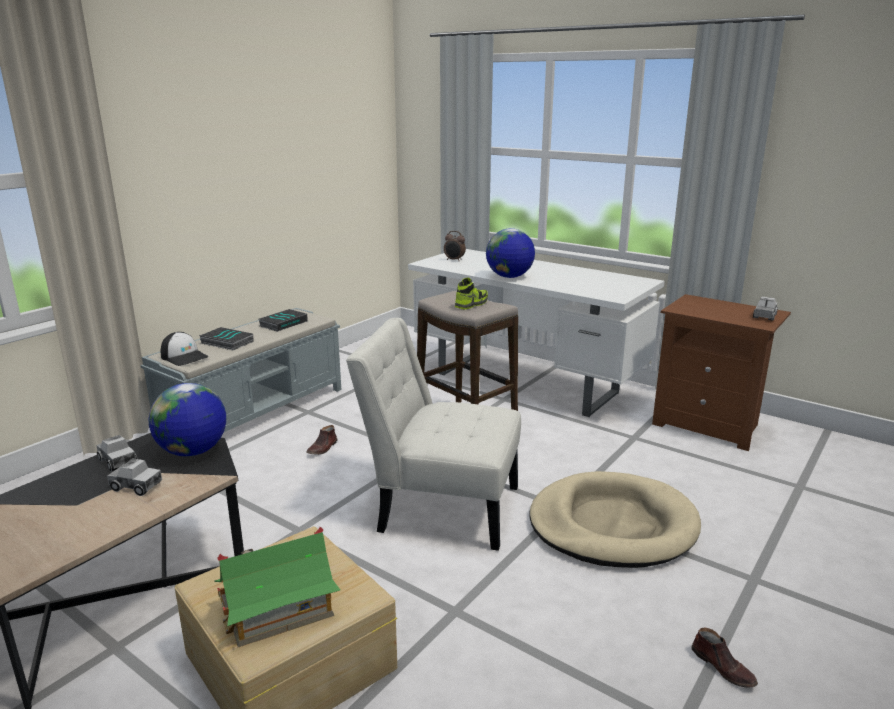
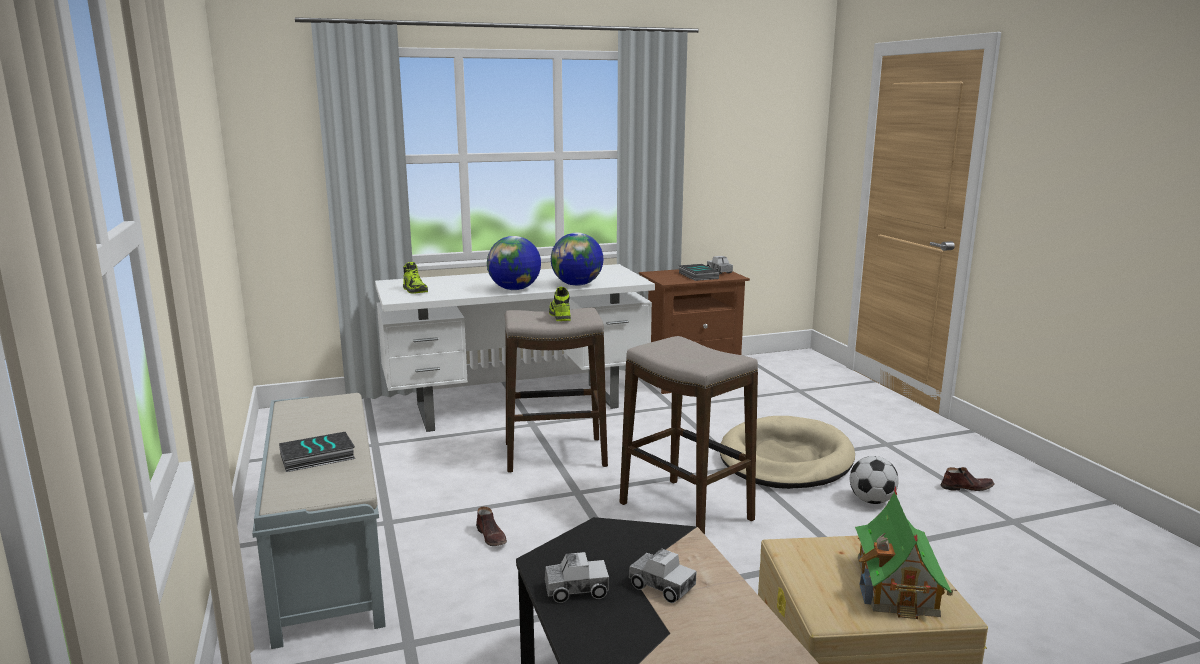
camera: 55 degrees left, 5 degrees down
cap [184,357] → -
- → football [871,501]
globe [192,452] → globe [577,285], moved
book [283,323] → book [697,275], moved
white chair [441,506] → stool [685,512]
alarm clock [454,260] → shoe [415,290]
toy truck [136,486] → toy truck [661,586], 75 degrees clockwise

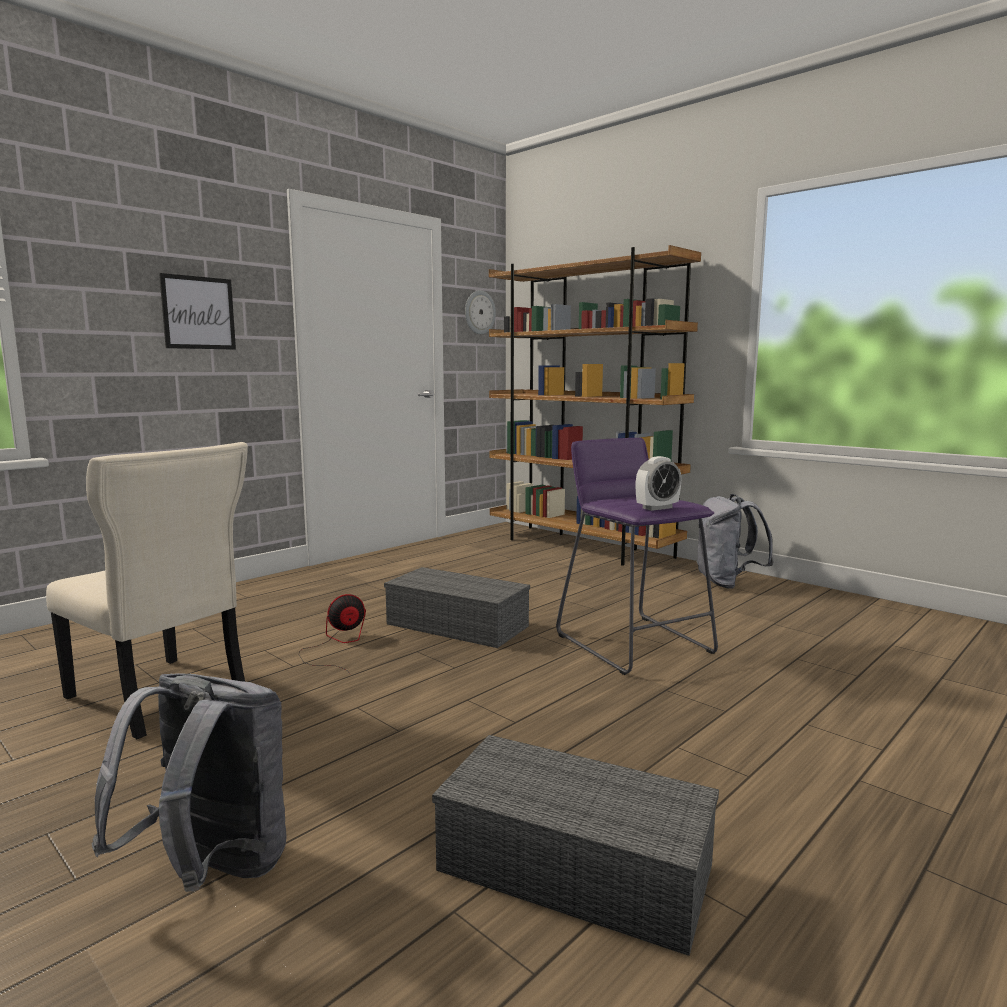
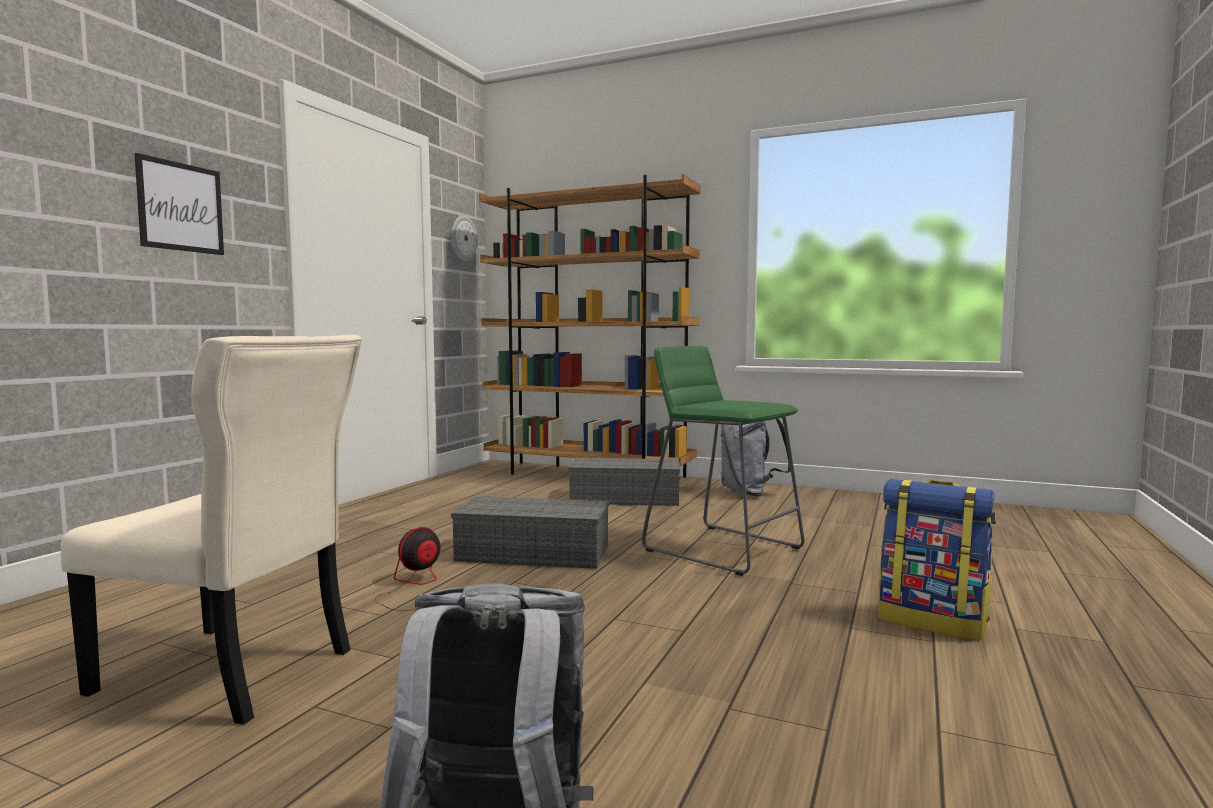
camera: 20 degrees left, 5 degrees down
alarm clock [657,508] → -
- → backpack [933,621]
grey storage box [579,867] → grey storage box [627,498], moved
purple stool [634,643] → green stool [722,549]

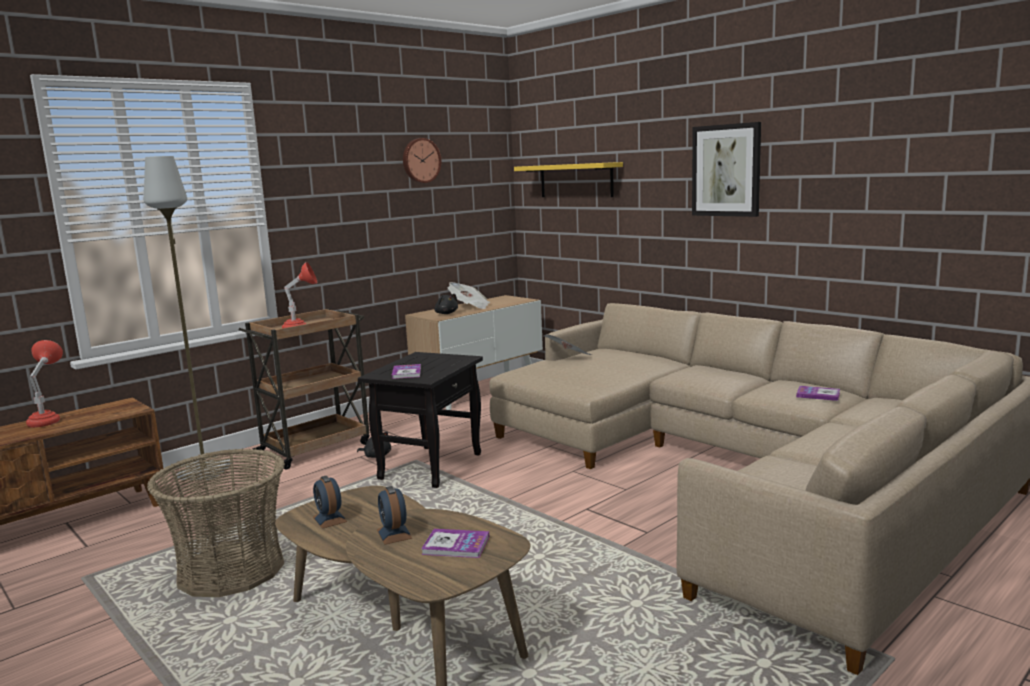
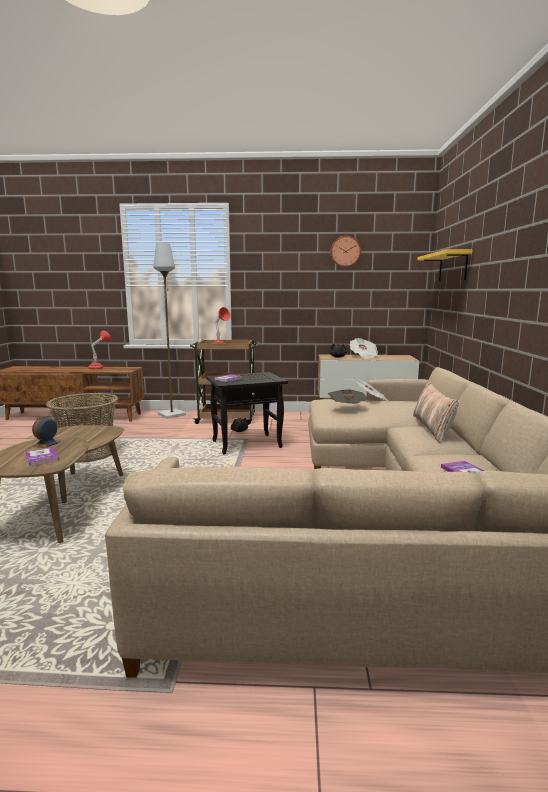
camera: 45 degrees right, 0 degrees up
alarm clock [329,519] → -
picture [726,170] → -
- → newspaper [348,408]
- → pillow [432,428]

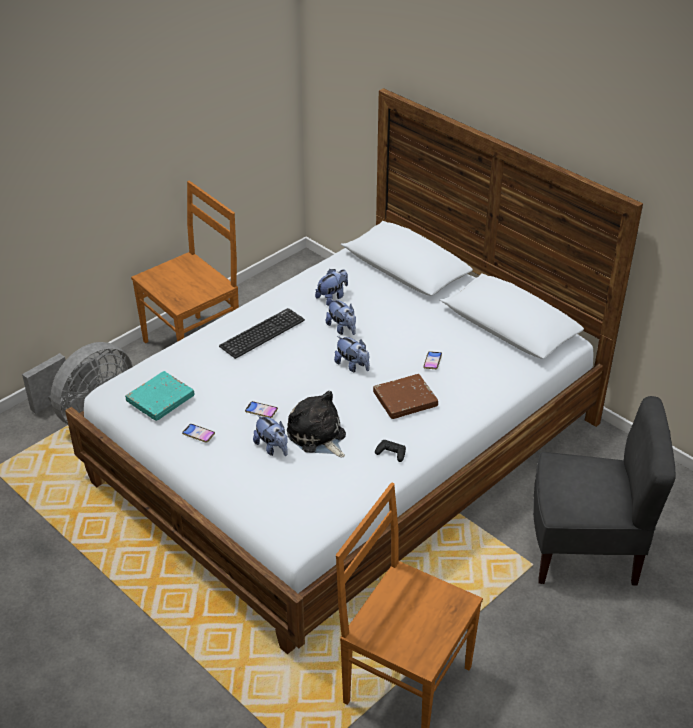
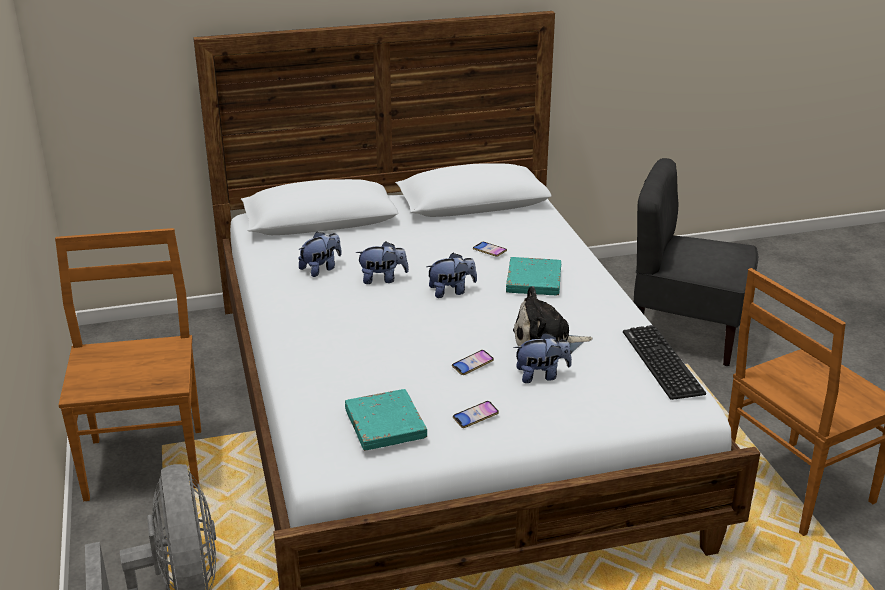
camera: 60 degrees left, 10 degrees down
black game controller [391,453] → -
keyboard [262,333] → keyboard [662,362], moved
brown book [405,400] → turquoise book [534,281]
plush toy [332,297] → plush toy [321,269], 60 degrees clockwise
grey chair [585,550] → grey chair [686,333], 105 degrees counterclockwise

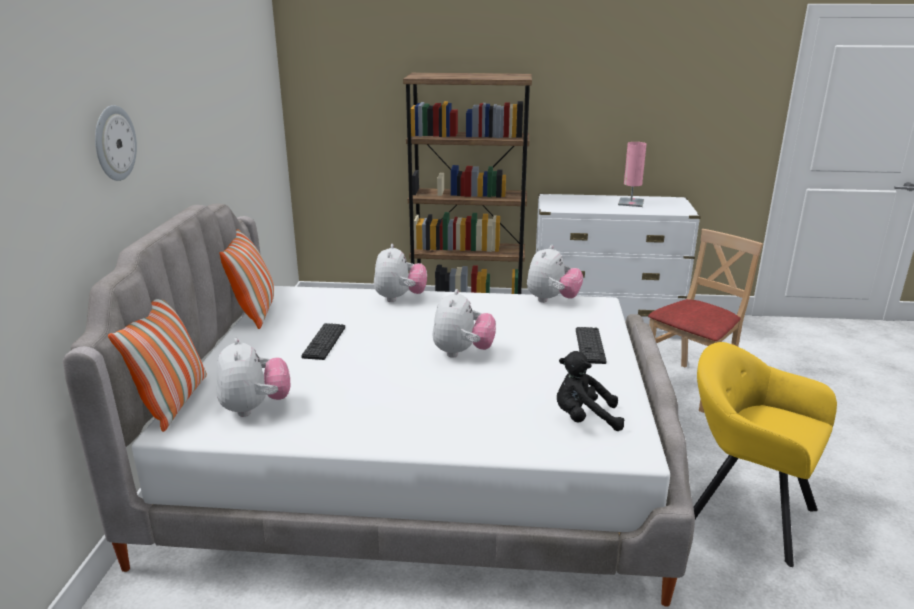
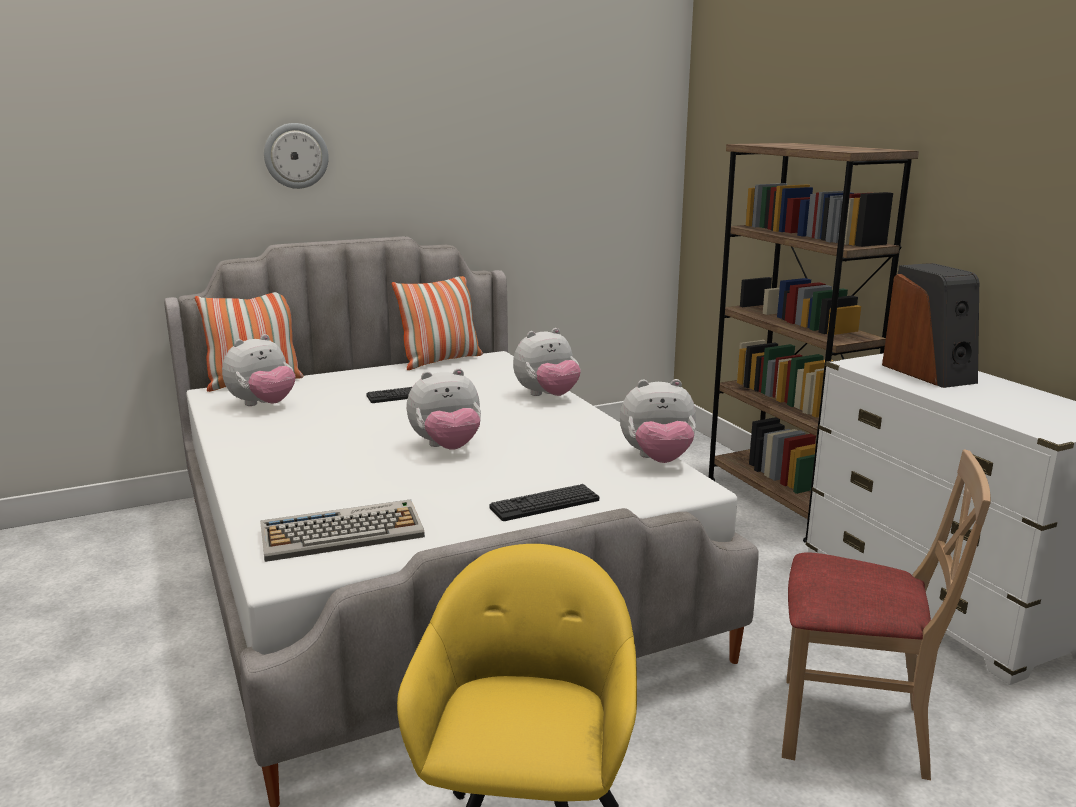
camera: 60 degrees right, 5 degrees down
pink table lamp [631,203] → -
- → speaker [929,373]
black plush toy [584,419] → keyboard [343,533]

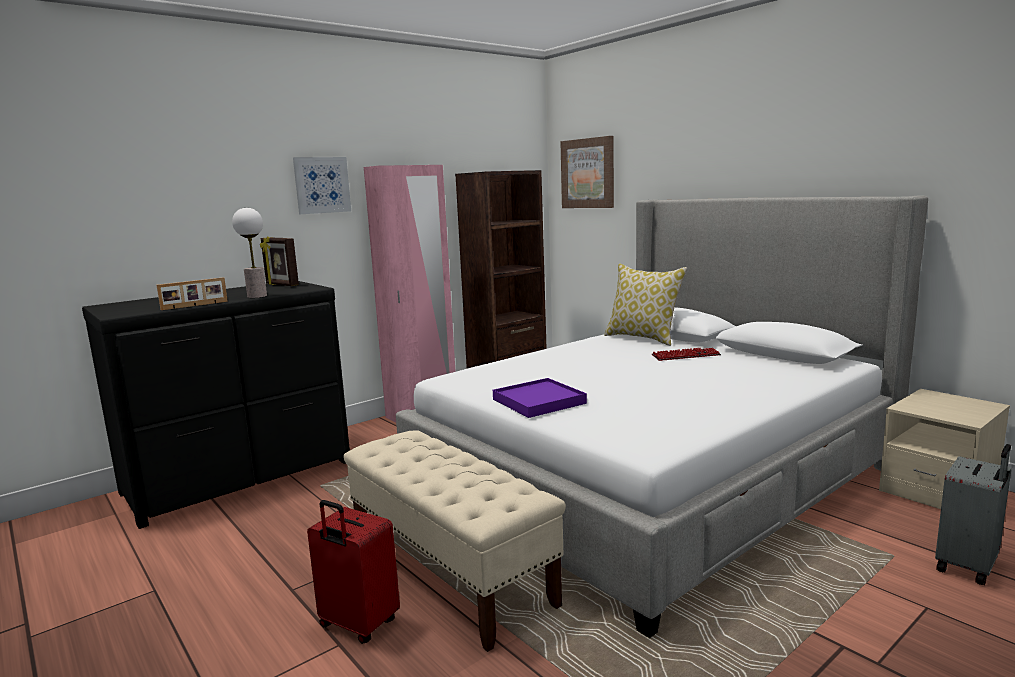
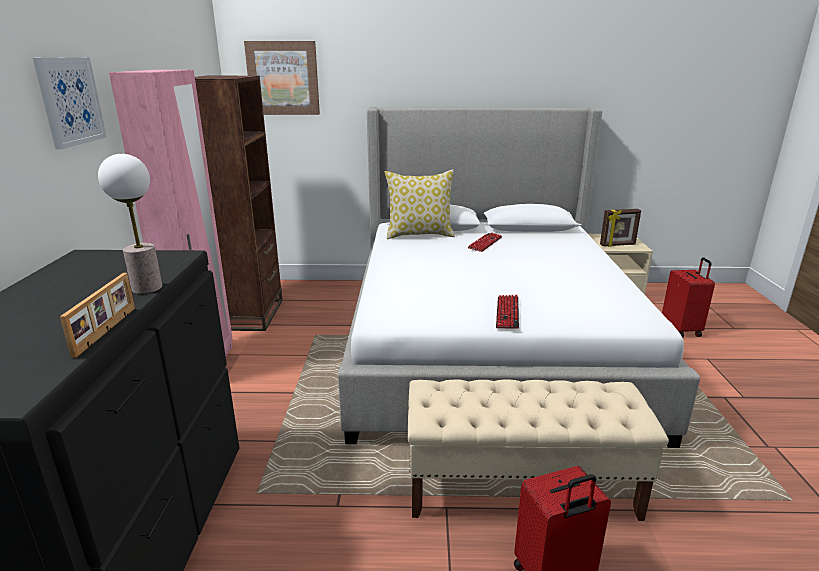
camera: 50 degrees left, 10 degrees up
picture frame [281,285] → picture frame [617,245], moved
purple tray [538,401] → keyboard [507,313]
grey suitcase [968,566] → red suitcase [682,329]

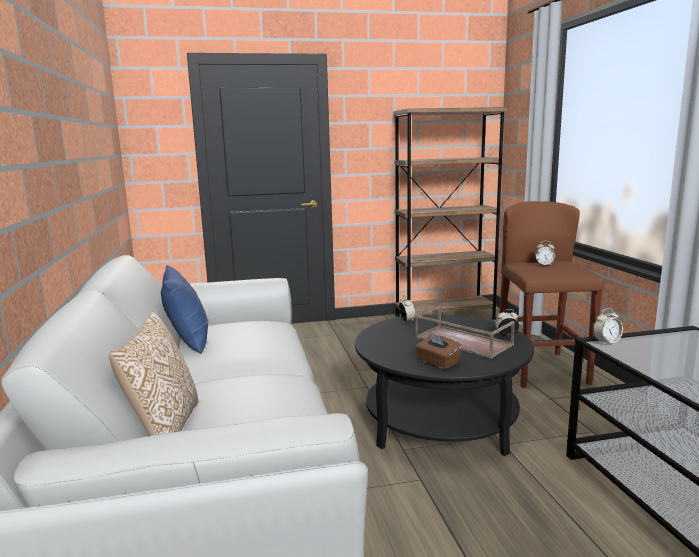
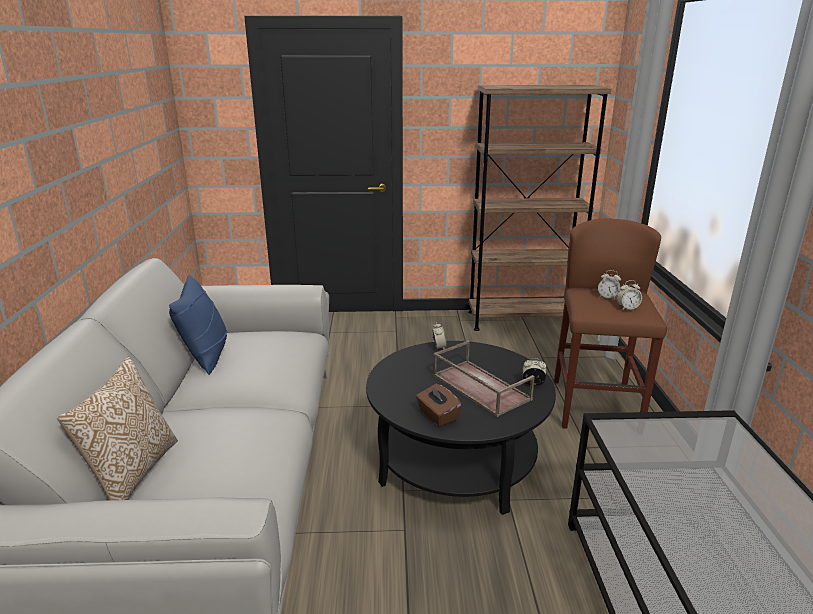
camera: 10 degrees right, 10 degrees up
alarm clock [606,342] → alarm clock [627,308], moved

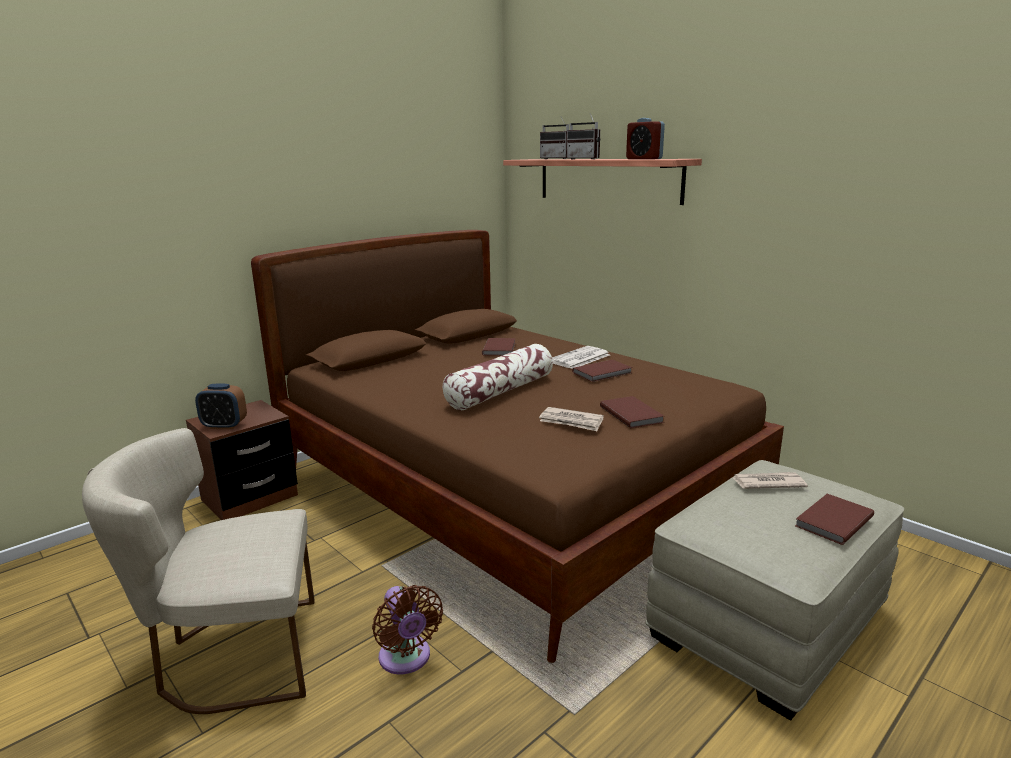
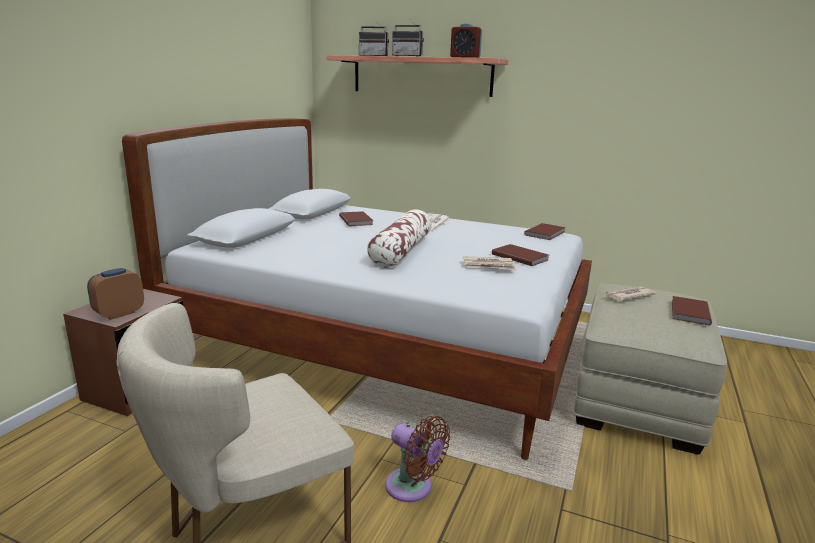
camera: 25 degrees left, 0 degrees up
brown book [603,373] → brown book [546,233], moved
brown bed [509,490] → white bed [386,342]
alarm clock [224,426] → alarm clock [119,313], 150 degrees clockwise

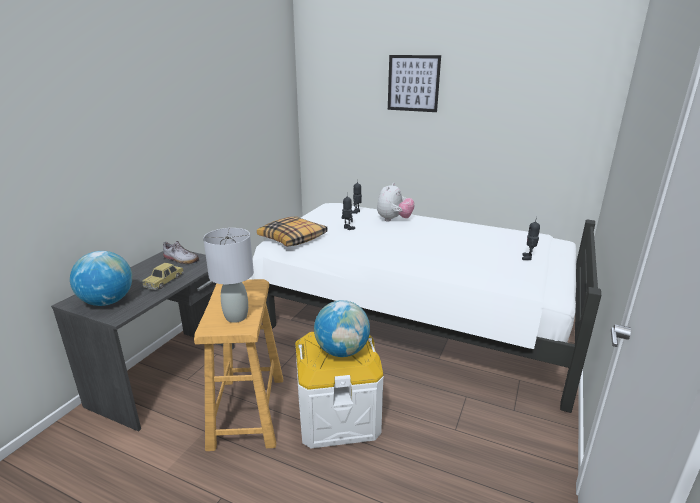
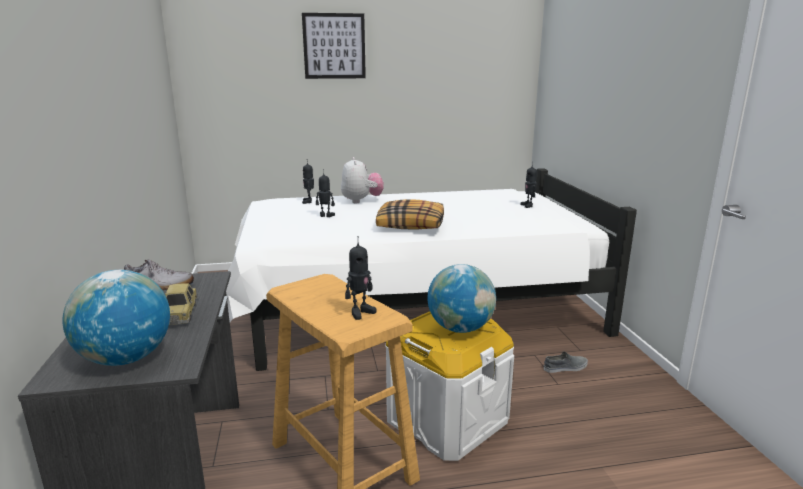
camera: 35 degrees left, 5 degrees down
- → grey shoe [566,367]
pillow [293,238] → pillow [411,224], moved
grey table lamp [236,316] → toy robot [360,312]

